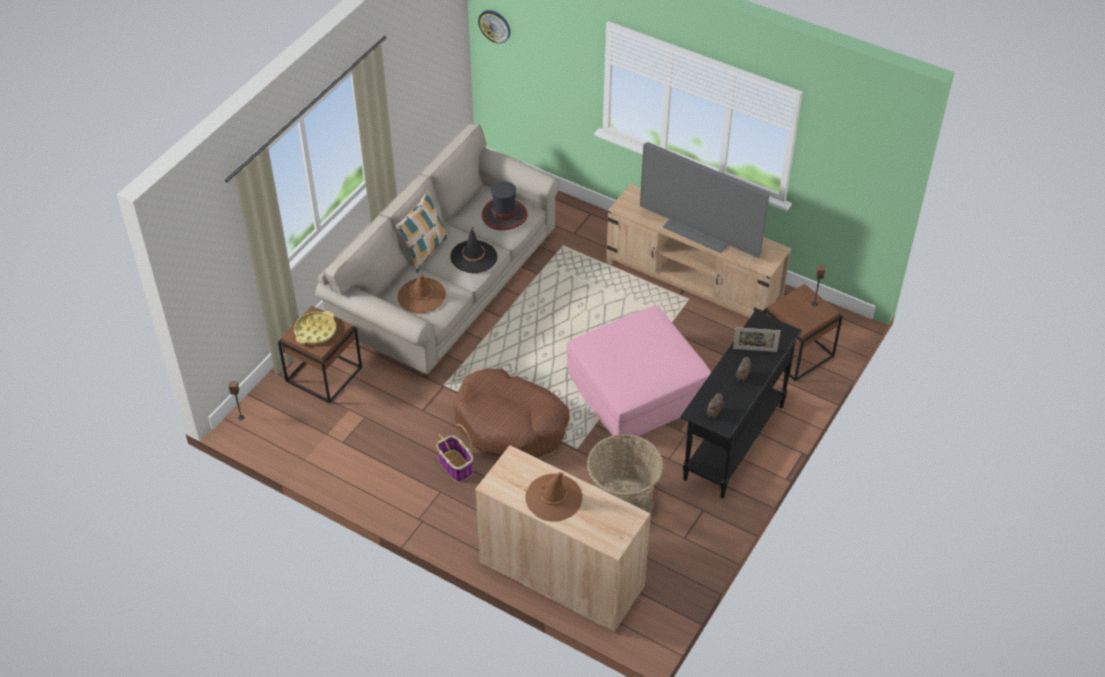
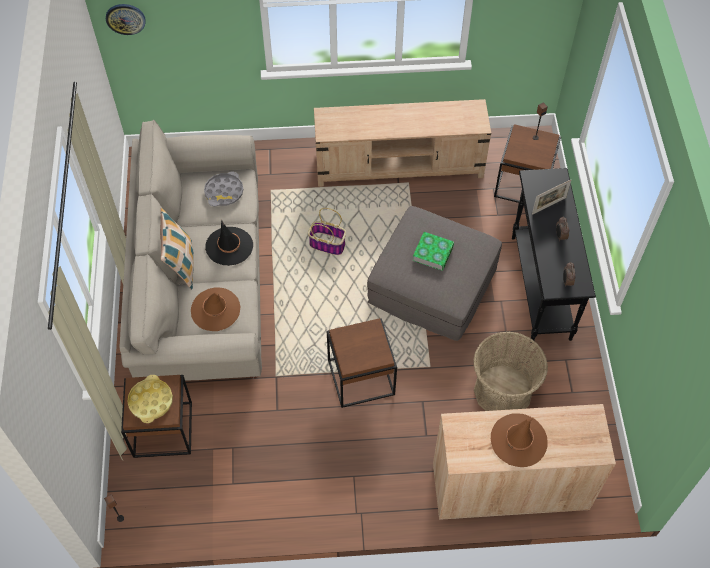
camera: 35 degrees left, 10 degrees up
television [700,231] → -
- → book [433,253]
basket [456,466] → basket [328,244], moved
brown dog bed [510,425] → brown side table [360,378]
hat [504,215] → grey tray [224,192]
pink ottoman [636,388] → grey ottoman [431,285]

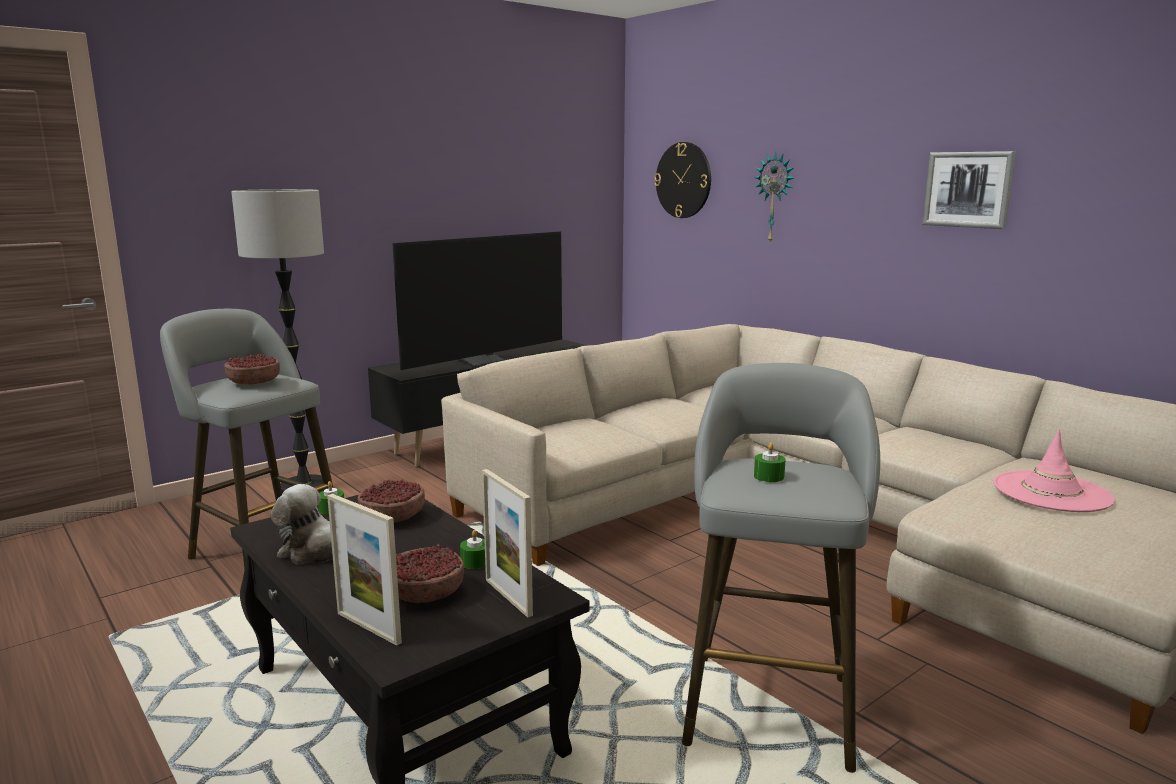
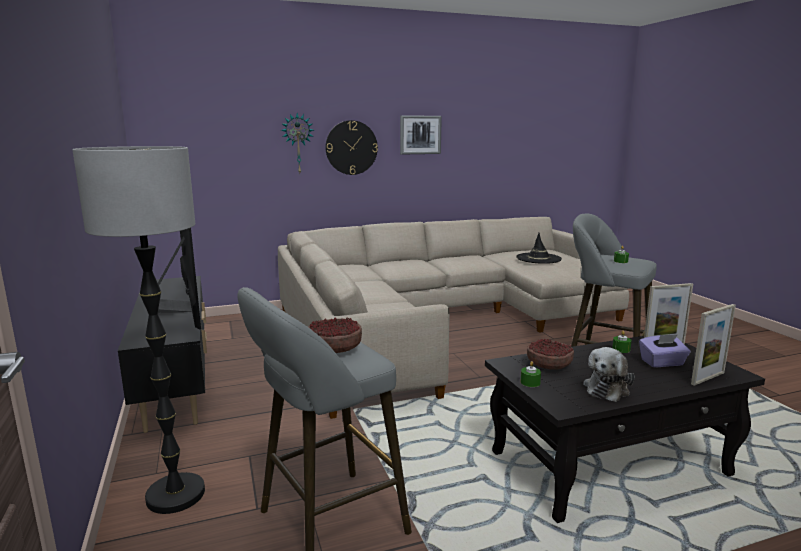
camera: 70 degrees left, 0 degrees up
wall clock [683,180] → wall clock [351,147], moved
bowl [426,592] → purple tissue box [662,363]
pink hat [1051,492] → black hat [538,258]

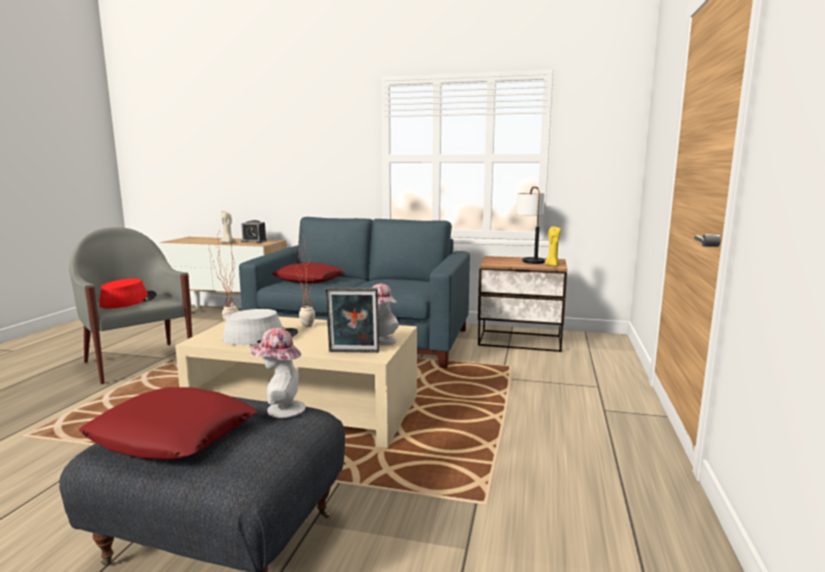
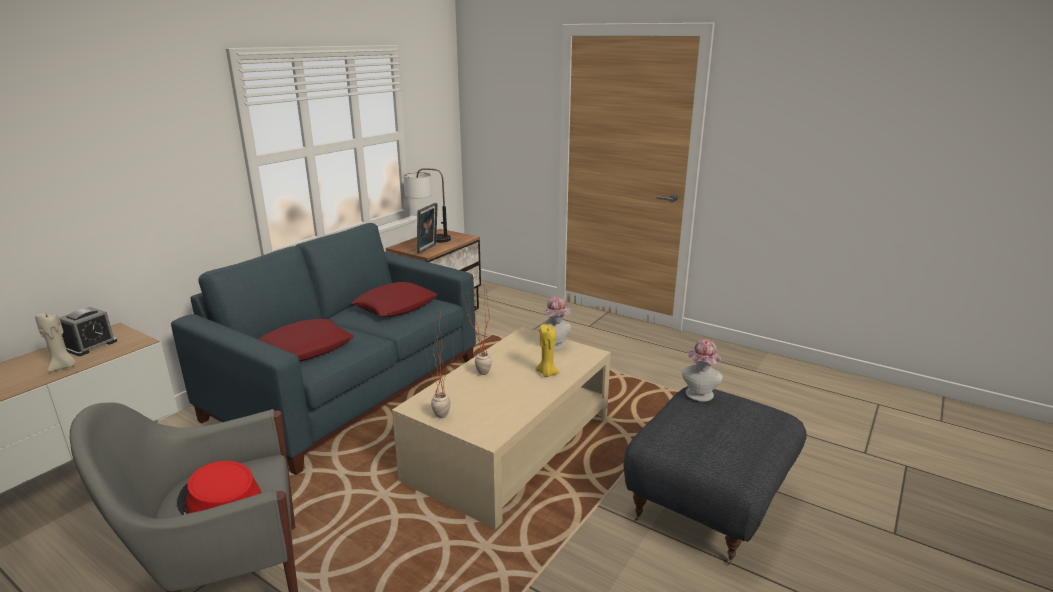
camera: 70 degrees left, 10 degrees up
grey hat [260,337] → -
red pillow [173,435] → red pillow [396,306], moved
picture frame [353,352] → picture frame [428,249], moved
yellow candle [552,265] → yellow candle [547,373], moved

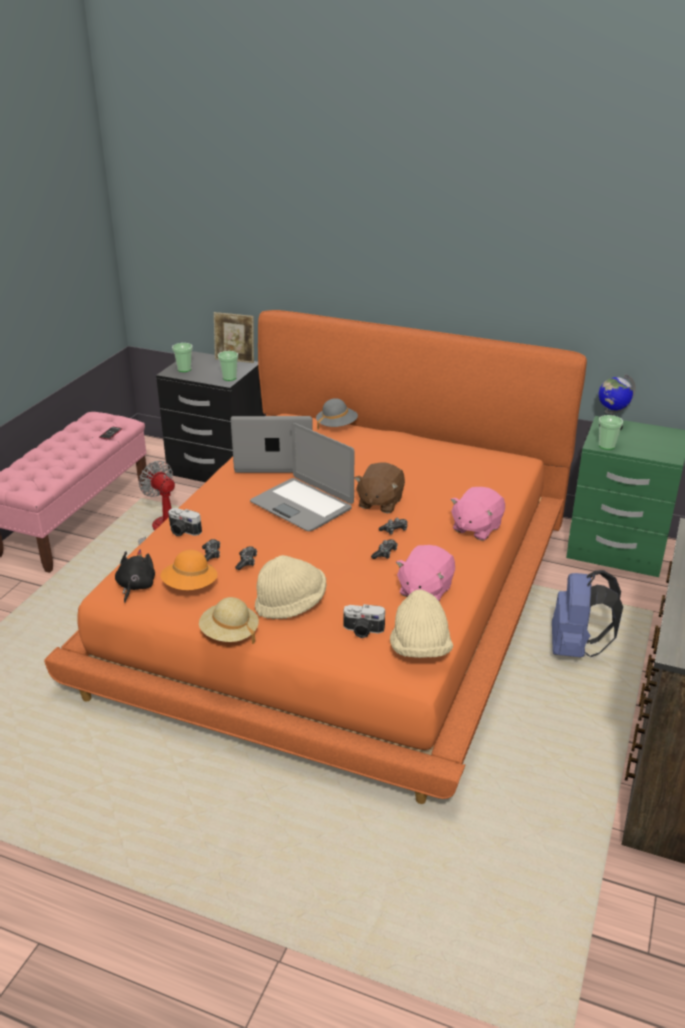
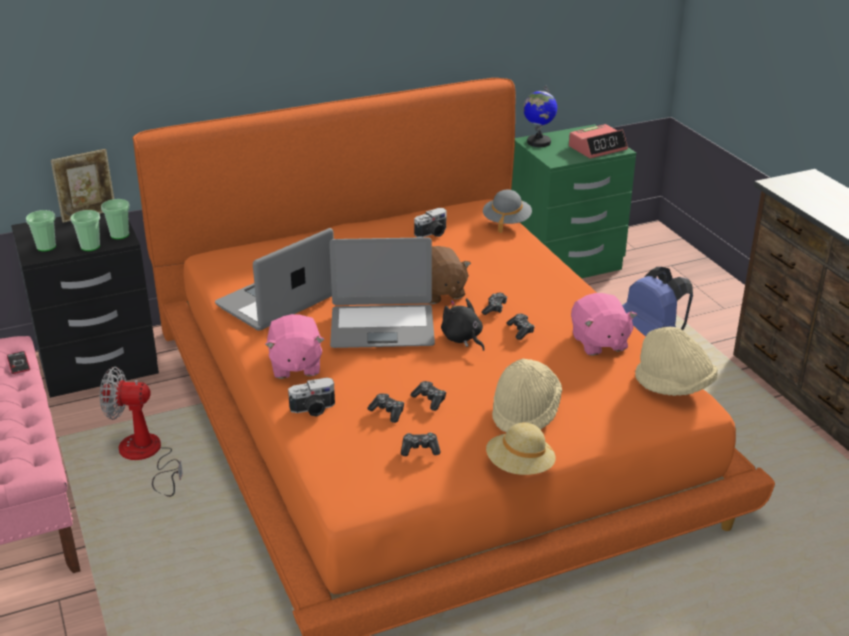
camera: 45 degrees left, 0 degrees up
- → alarm clock [597,148]
black plush toy [135,587] → black plush toy [462,339], moved
grey hat [336,426] → grey hat [506,222], moved
photo camera [363,631] → photo camera [433,233], moved
pink plush toy [476,528] → pink plush toy [295,365], moved
cup [606,446] → cup [90,246], moved
orange hat [190,586] → game controller [420,449]

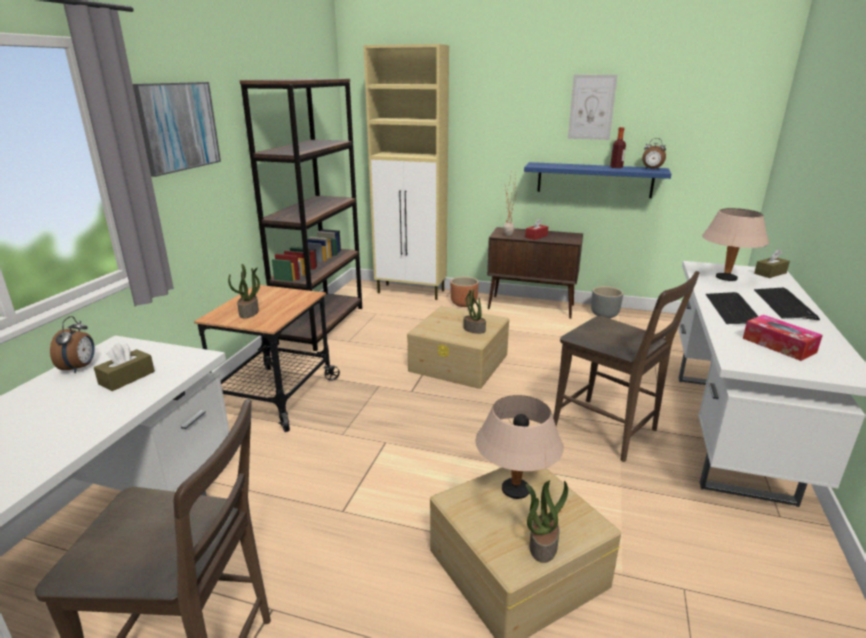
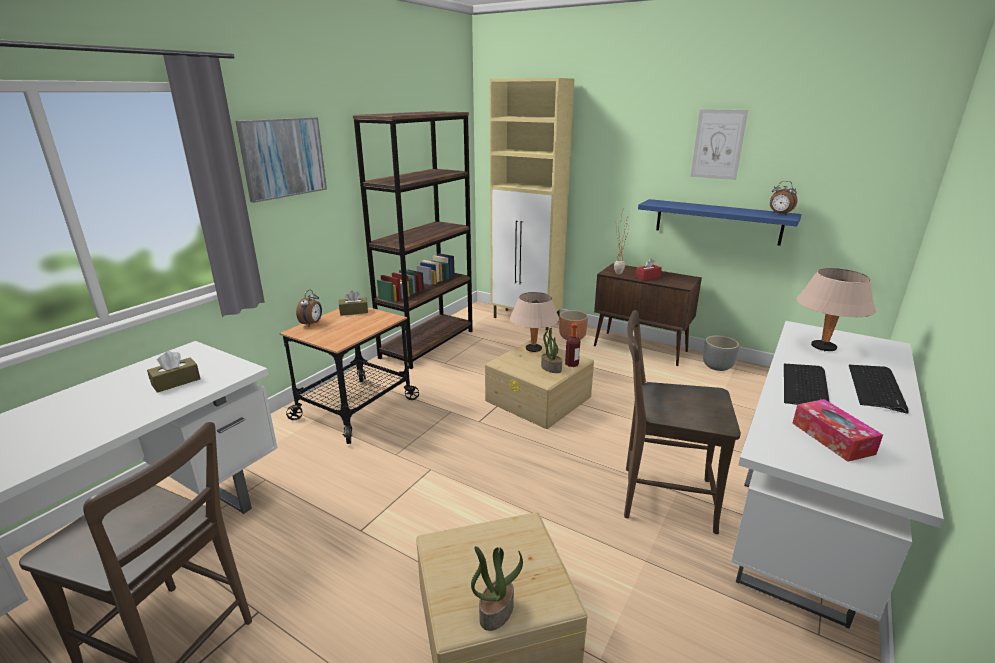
camera: 15 degrees right, 0 degrees up
potted plant [249,313] → -
alarm clock [80,368] → alarm clock [312,323], moved
beige table lamp [516,490] → beige table lamp [533,349], moved
bottle [616,167] → bottle [571,364], moved
brown tissue box [770,273] → brown tissue box [354,311], moved
brown chair [609,431] → brown chair [661,497], 135 degrees clockwise

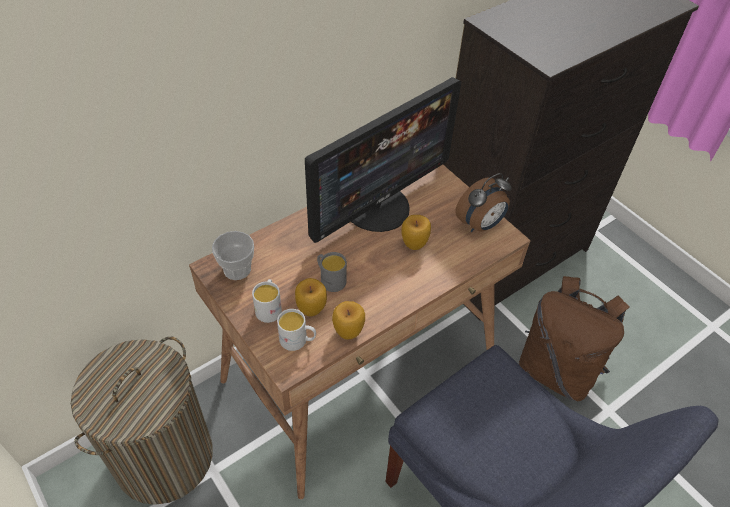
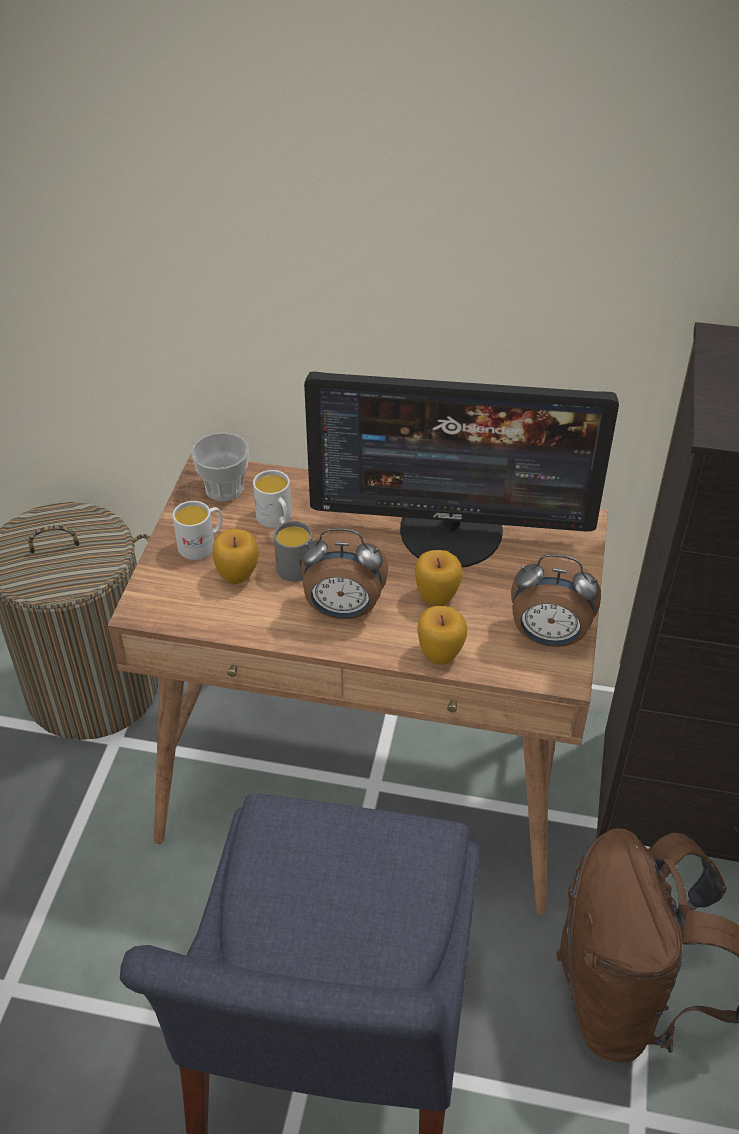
camera: 50 degrees right, 5 degrees down
- → alarm clock [343,610]
white mug [298,340] → white mug [277,520], moved
apple [348,331] → apple [440,654], moved

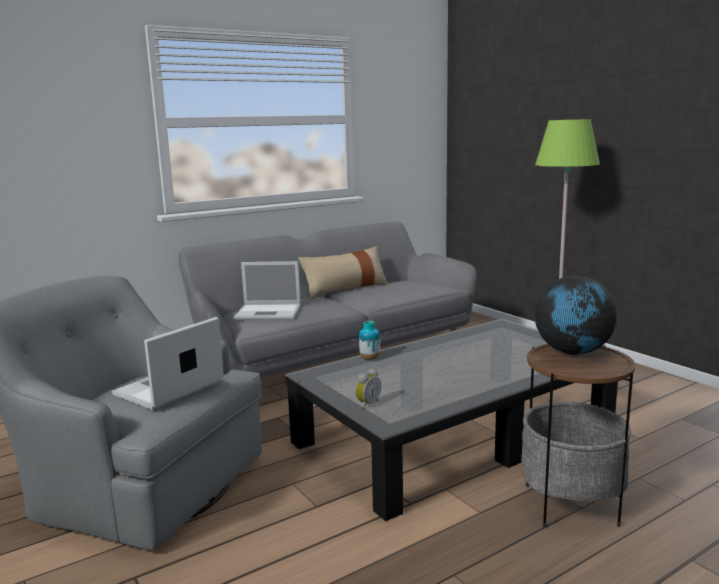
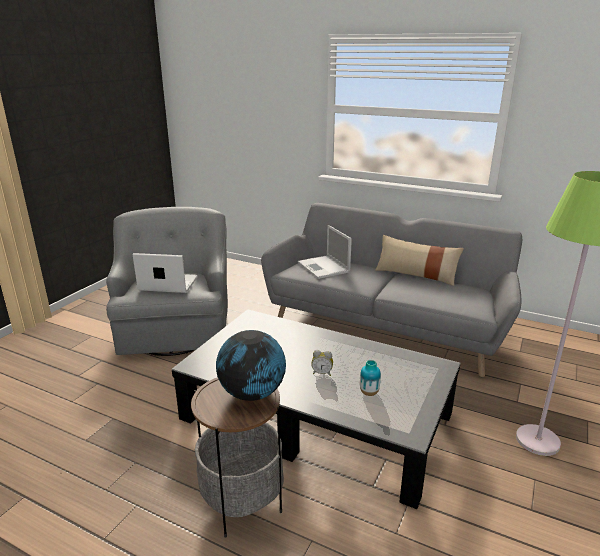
camera: 60 degrees right, 10 degrees up
alarm clock [367,404] → alarm clock [322,373], moved
vase [369,358] → vase [369,393], moved

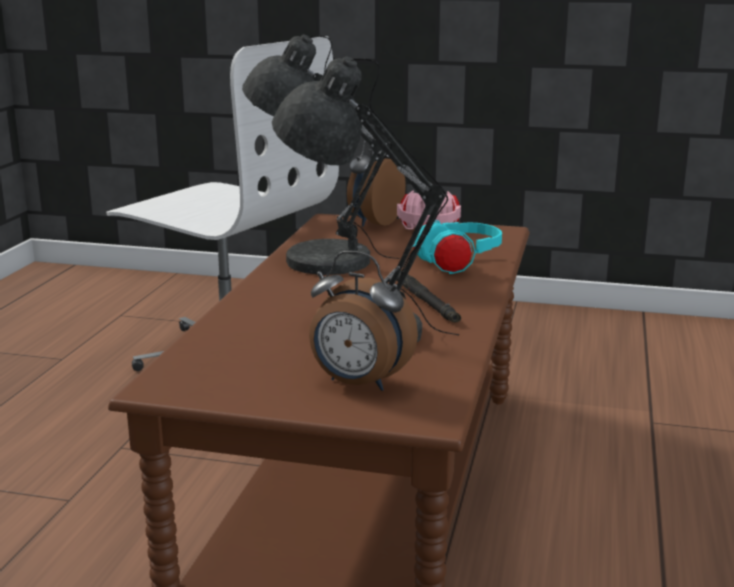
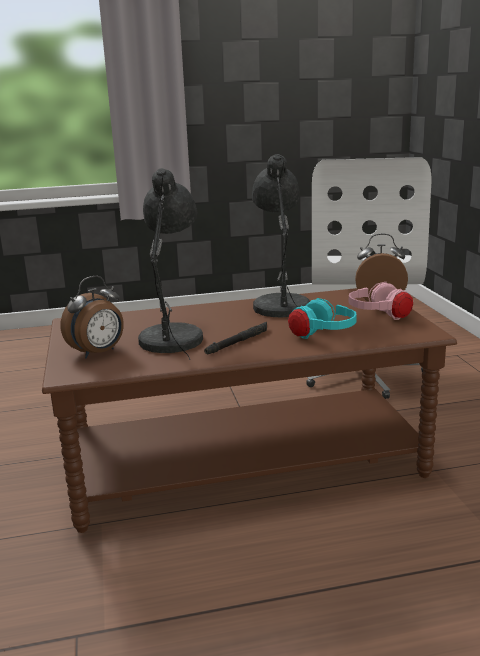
camera: 65 degrees right, 0 degrees up
alarm clock [358,384] → alarm clock [98,353], 135 degrees counterclockwise

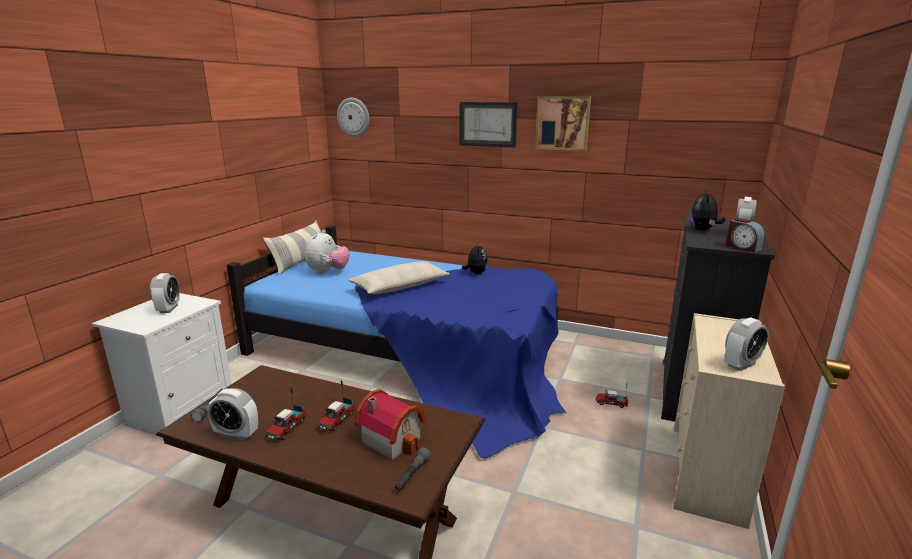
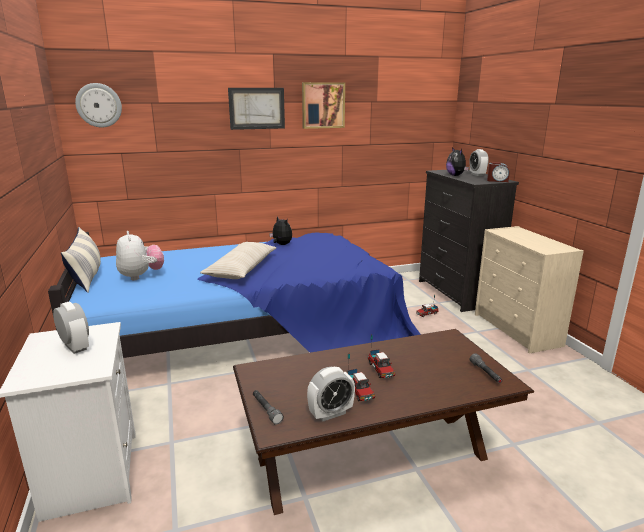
camera: 40 degrees left, 0 degrees up
toy house [393,438] → -
alarm clock [741,364] → -

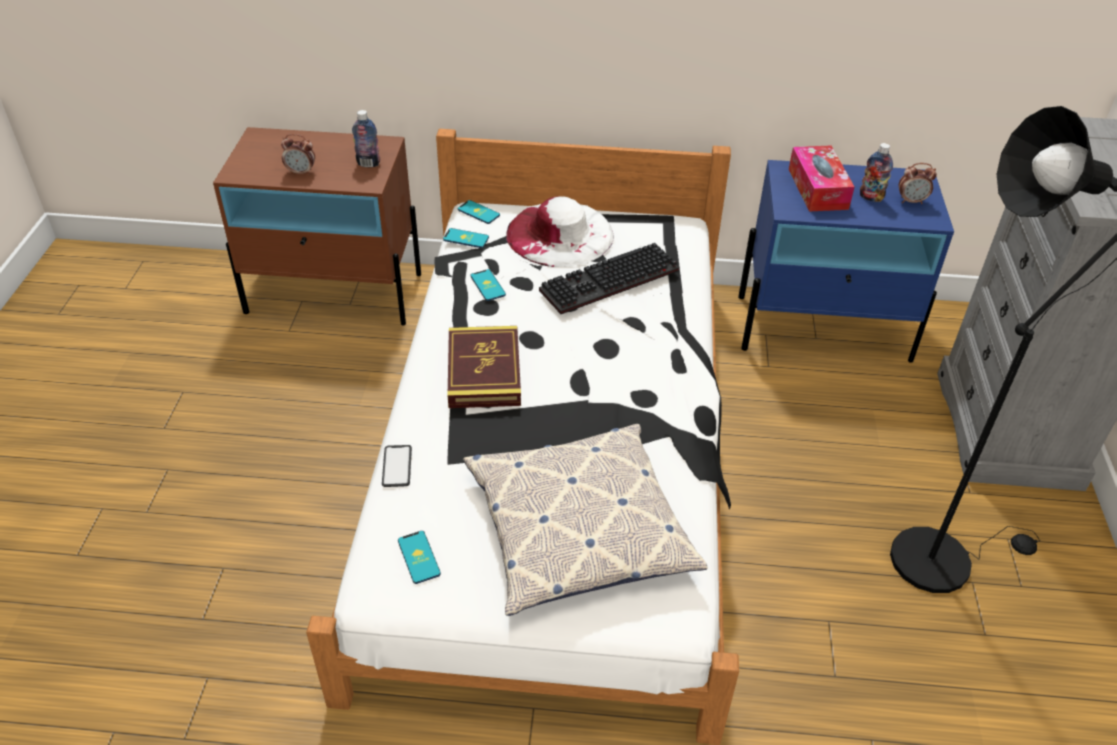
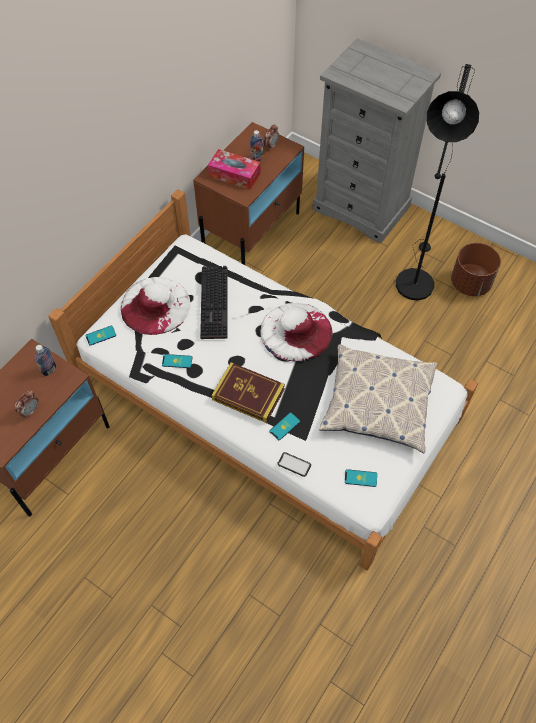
camera: 60 degrees left, 15 degrees up
- → white hat [296,331]
- → brown planter [470,283]
phone [466,238] → phone [284,426], moved
blue nightstand [824,328] → brown nightstand [252,232]

